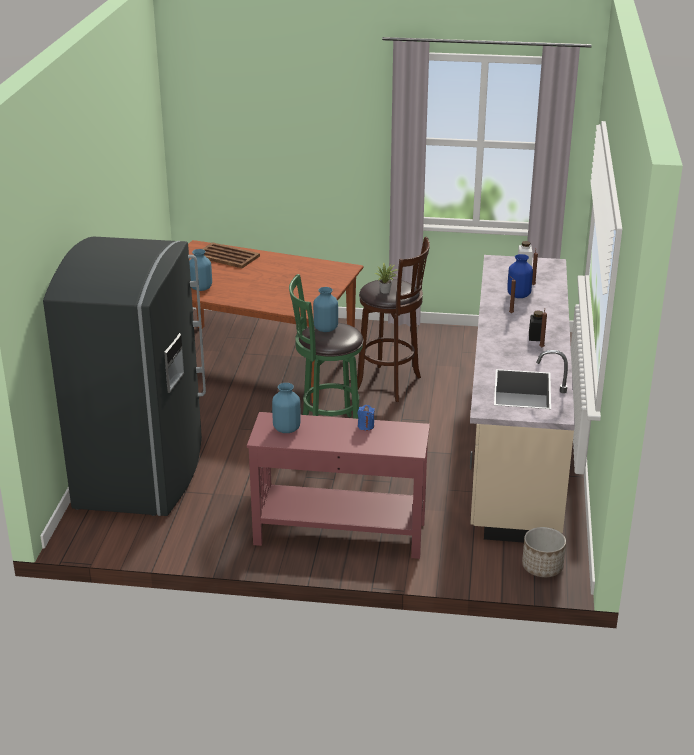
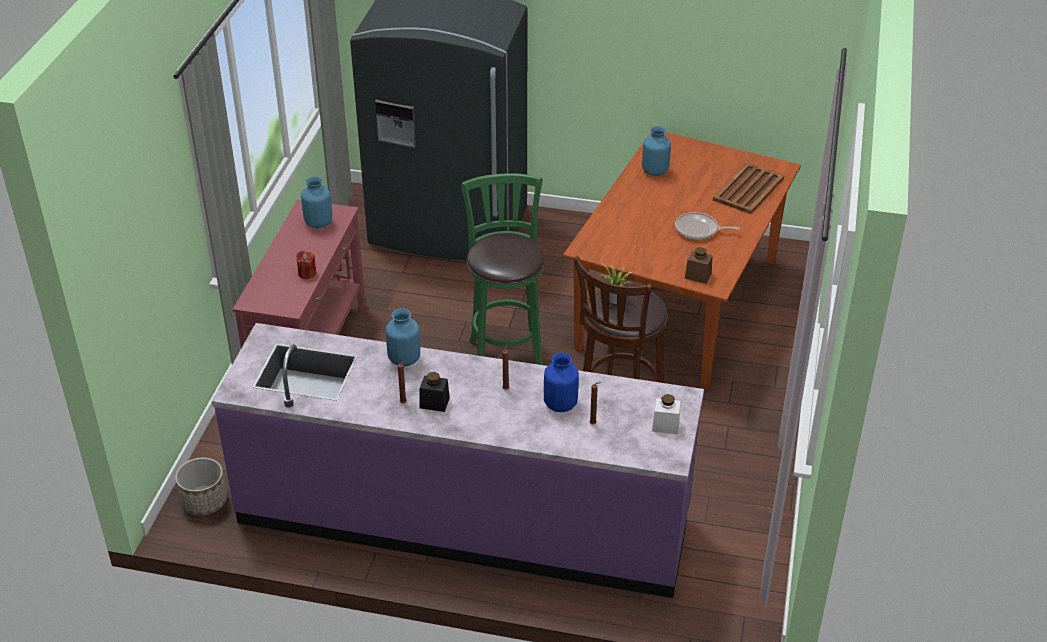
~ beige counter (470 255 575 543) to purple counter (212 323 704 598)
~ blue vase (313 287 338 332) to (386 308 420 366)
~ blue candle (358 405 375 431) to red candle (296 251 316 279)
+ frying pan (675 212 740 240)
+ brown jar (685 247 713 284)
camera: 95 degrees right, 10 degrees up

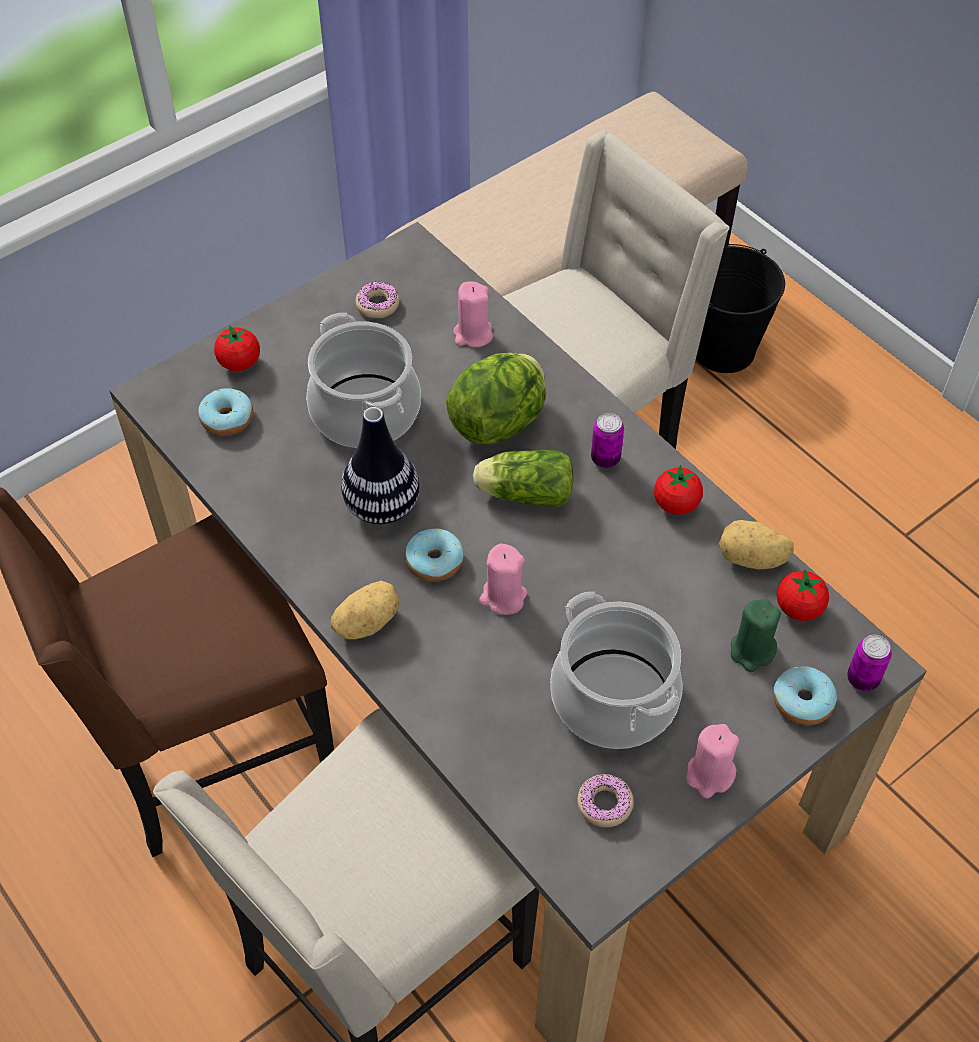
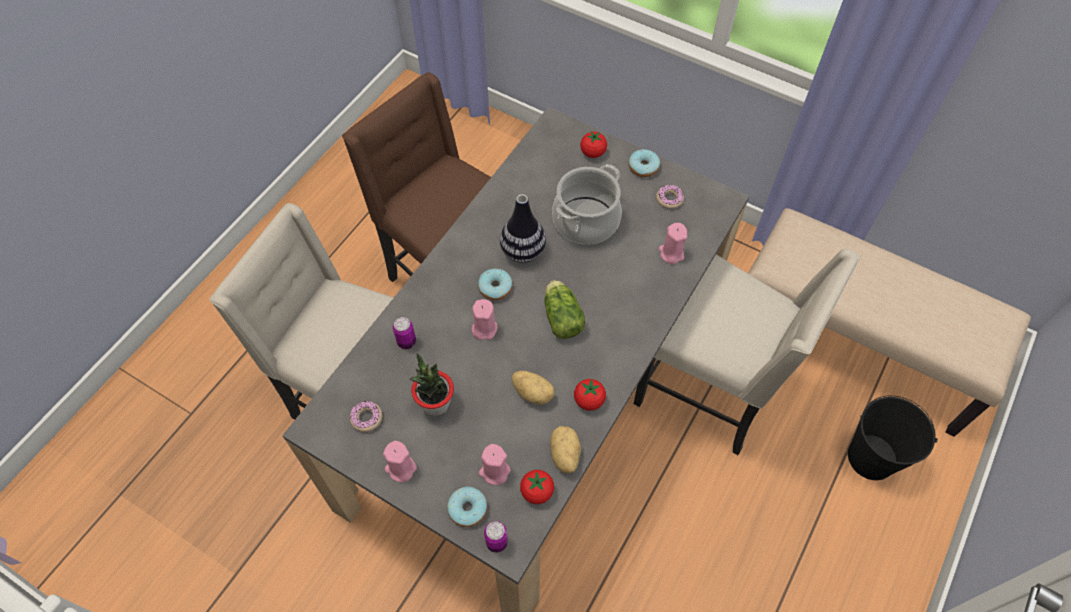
- lettuce (446 353 546 444)
~ donut (198 388 253 436) to (629 149 660 177)
~ can (591 413 624 468) to (393 317 416 349)
~ potato (331 581 399 639) to (512 371 555 405)
~ cooking pot (550 592 683 749) to potted plant (410 353 454 416)
~ green candle (731 599 781 672) to pink candle (479 444 511 485)
camera: 70 degrees right, 5 degrees up

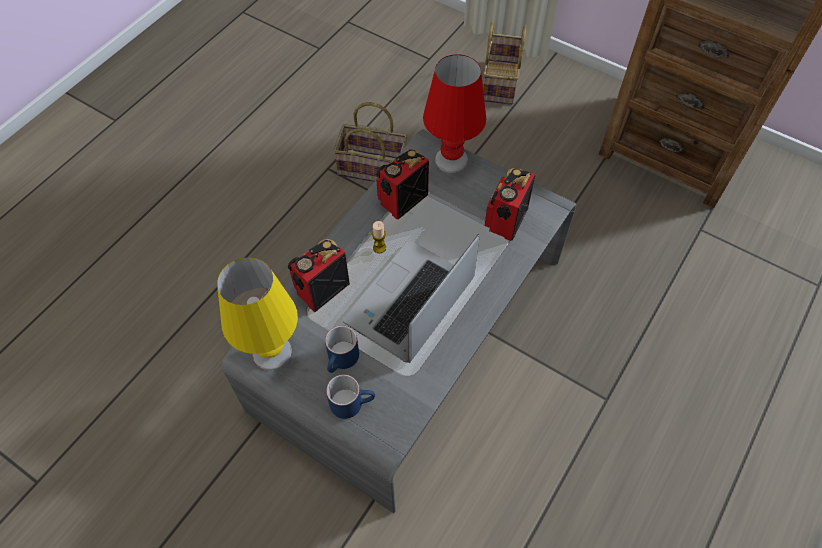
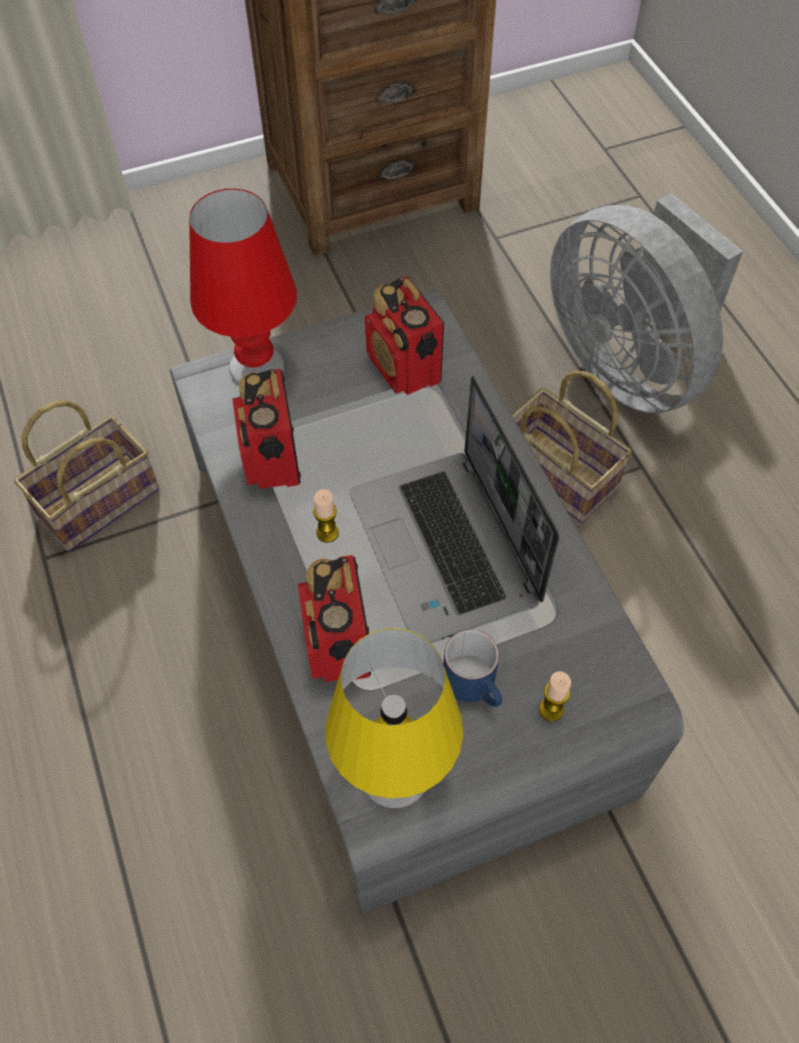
~ basket (483 22 527 105) to (511 371 632 523)
~ blue mug (326 374 375 419) to candle (539 671 571 721)
+ grey fan (550 193 743 413)
camera: 55 degrees left, 0 degrees up

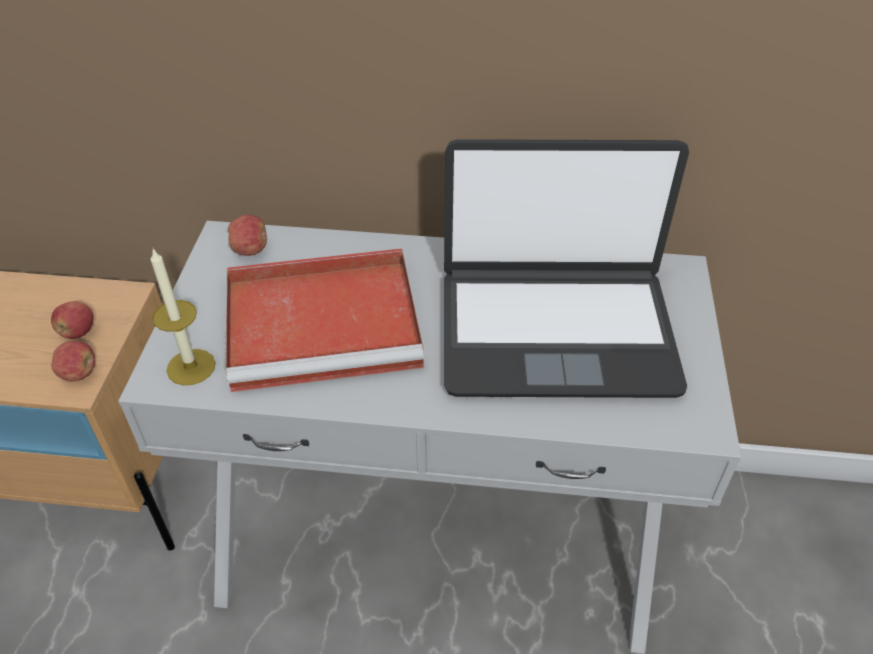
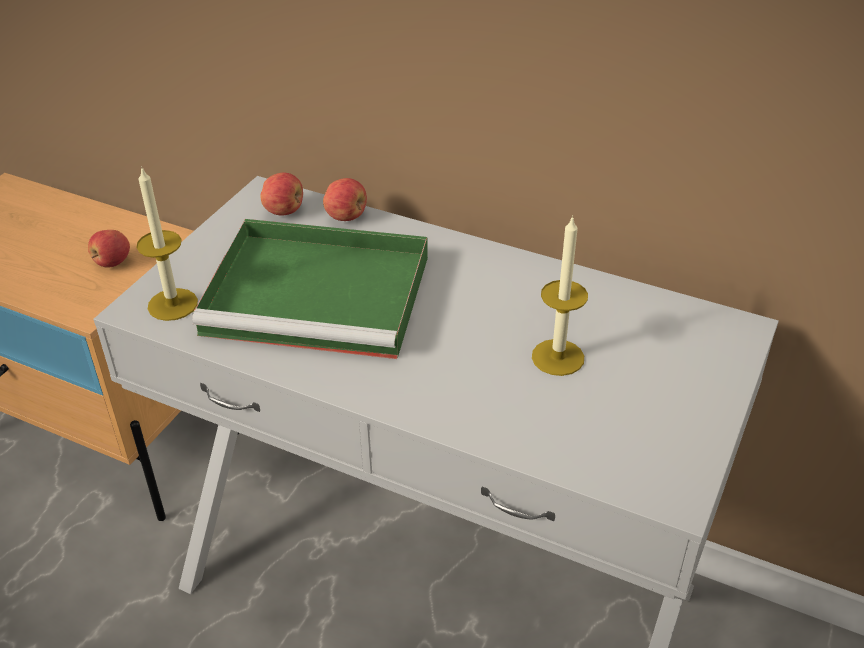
~ laptop (444 139 689 398) to candle (532 215 588 376)
~ red tray (225 249 424 392) to green tray (192 219 428 359)
~ apple (51 341 95 382) to (323 178 367 221)
camera: 20 degrees right, 5 degrees down

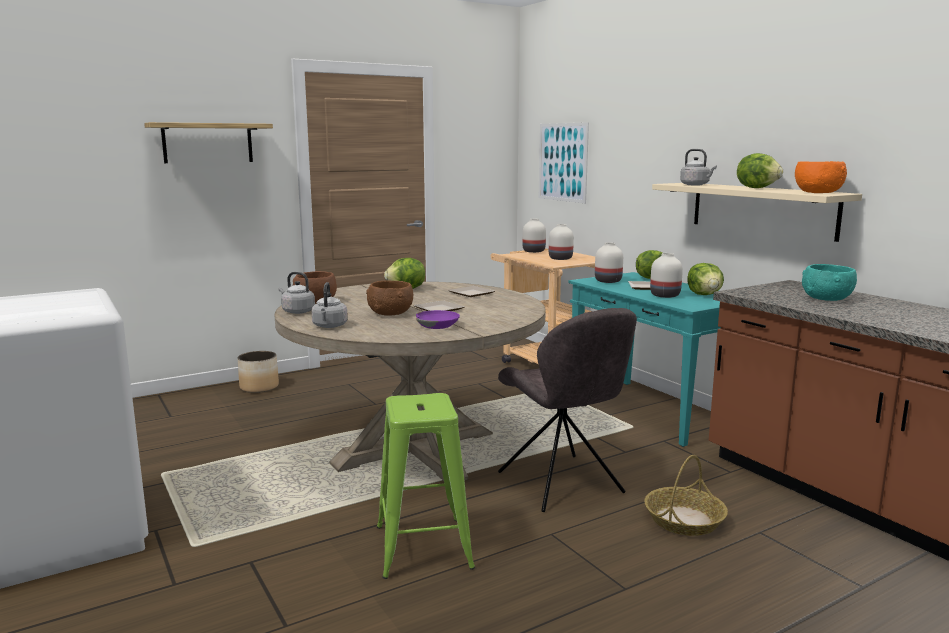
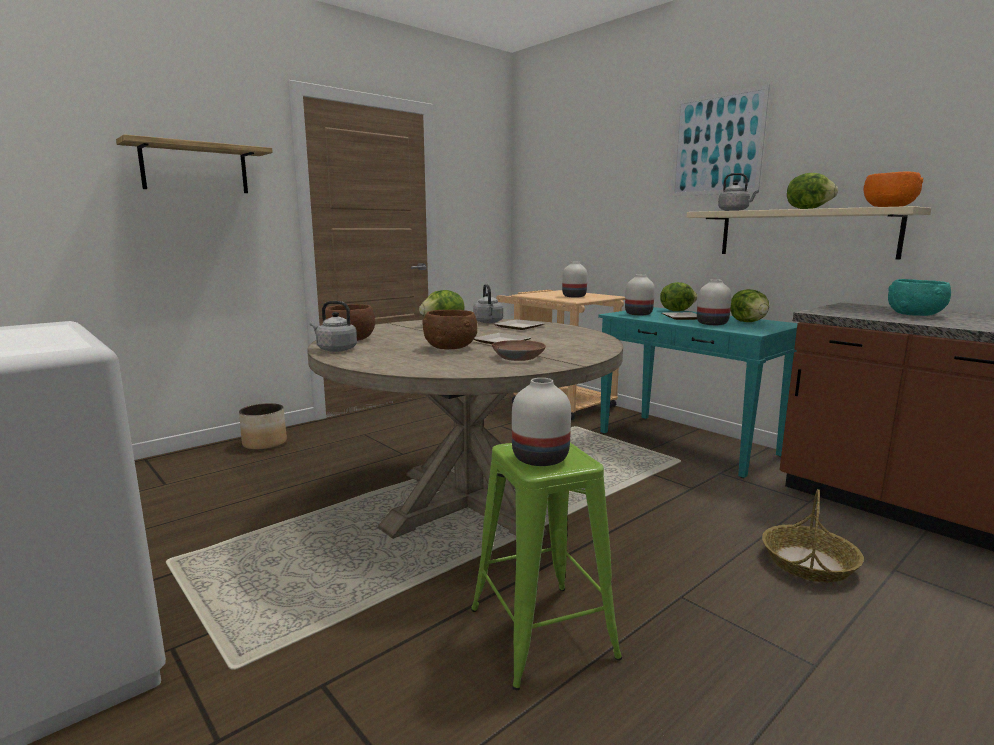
~ picture (539 122 589 203) to (671 84 770 196)
~ white vase (522 219 546 253) to (512 378 571 466)
~ grey kettle (312 282 348 328) to (473 284 503 323)
- grey chair (498 308 637 512)
~ purple bowl (416 310 460 329) to brown bowl (492 340 546 361)
camera: 10 degrees left, 0 degrees up

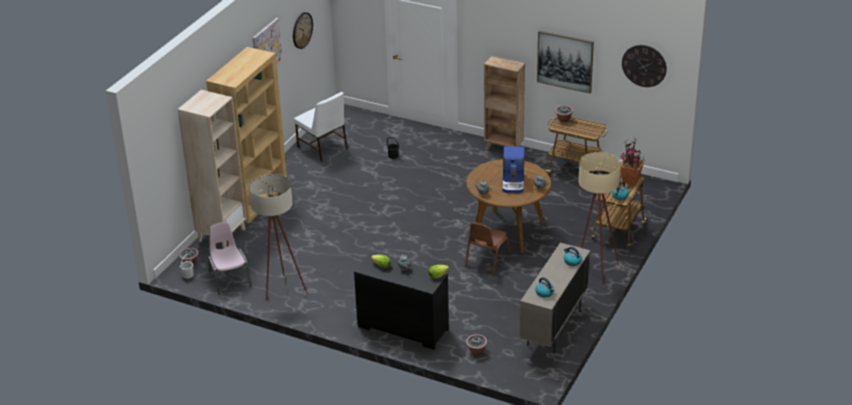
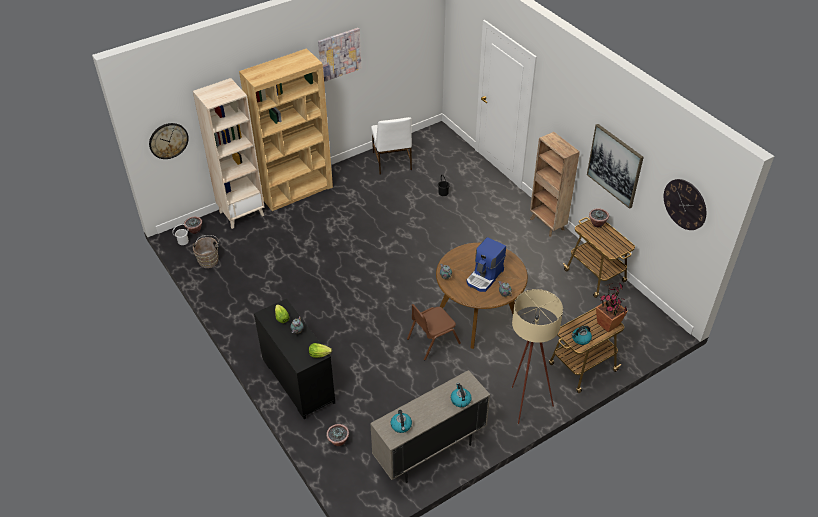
~ wall clock (293 12 313 49) to (149 123 189 159)
- beige floor lamp (249 174 307 301)
~ pink chair (208 222 252 295) to brown bucket (193 235 219 268)
camera: 30 degrees right, 10 degrees up

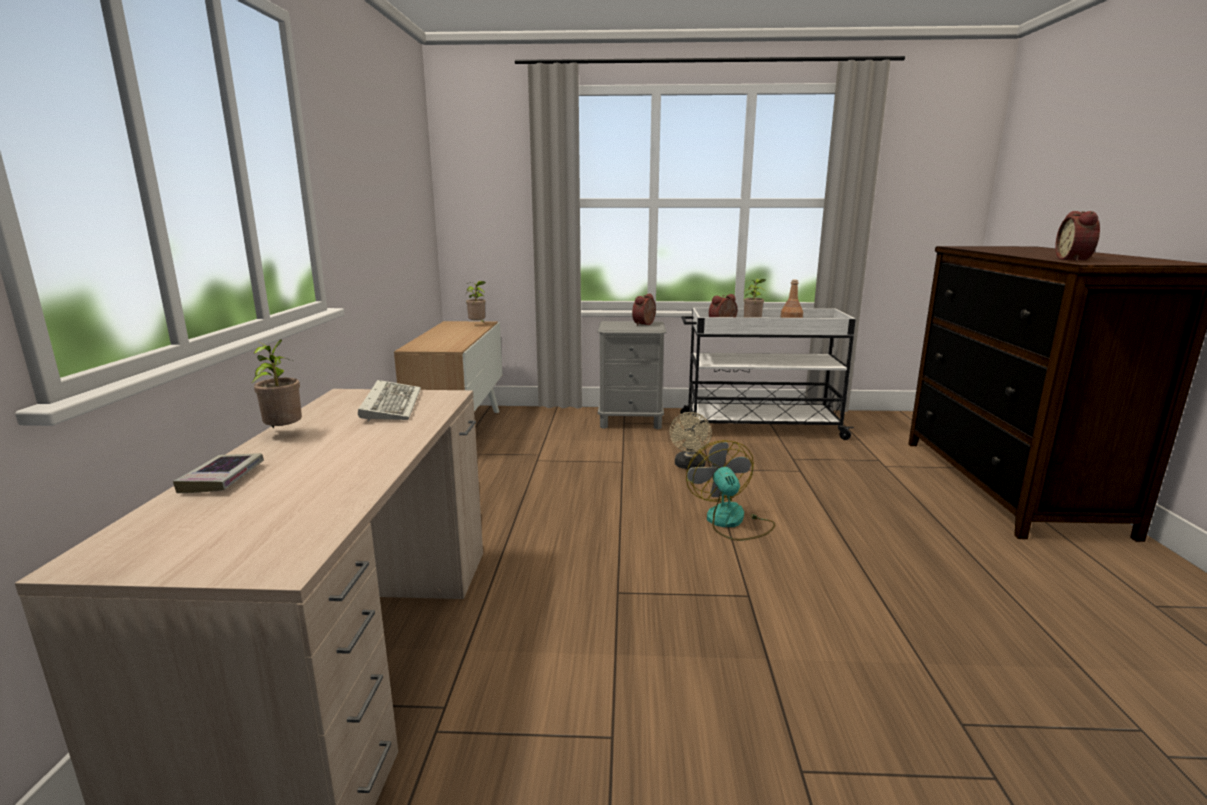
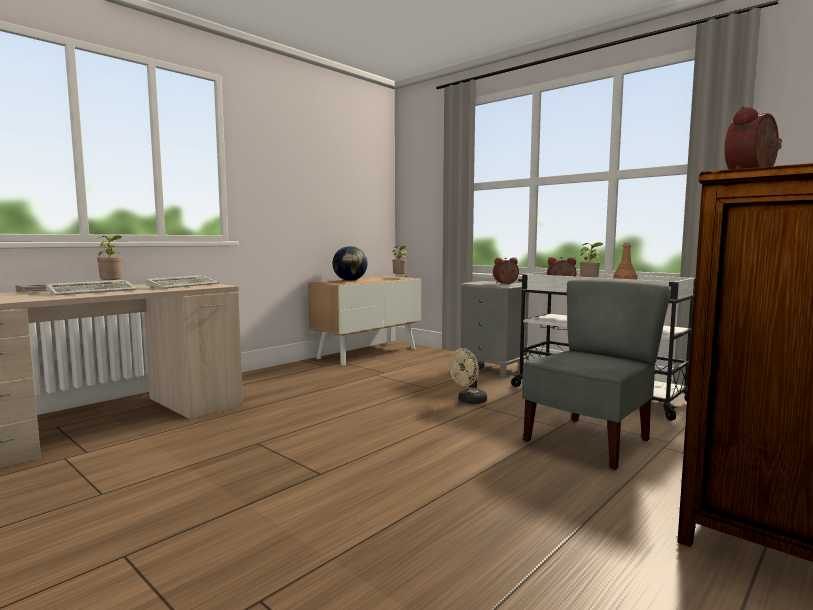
- fan (686 440 775 541)
+ globe (332 246 367 281)
+ keyboard (46 280 137 296)
+ grey chair (522 280 671 470)
camera: 40 degrees right, 10 degrees down

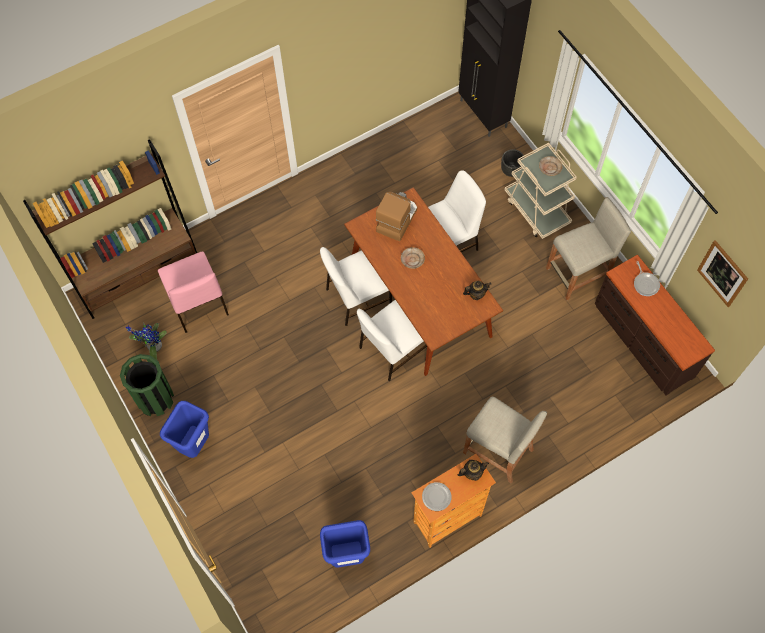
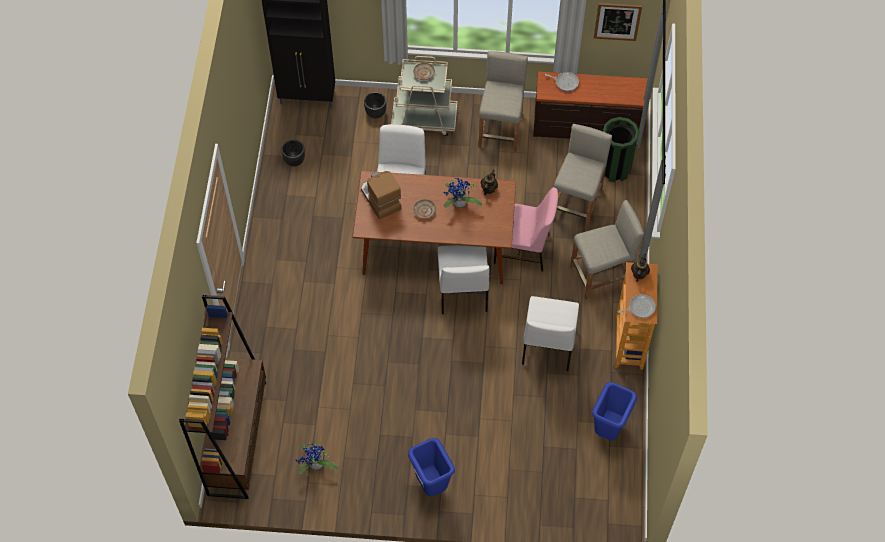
~ white chair (320 247 392 326) to (522 296 579 371)
~ pink chair (158 251 229 333) to (494 187 558 271)
~ green trash can (120 354 174 416) to (603 117 640 182)
~ plate (422 482 452 511) to frying pan (618 294 656 318)
+ beige stool (554 124 612 229)
+ black planter (281 139 305 166)
+ potted plant (444 178 482 208)
camera: 55 degrees left, 5 degrees down

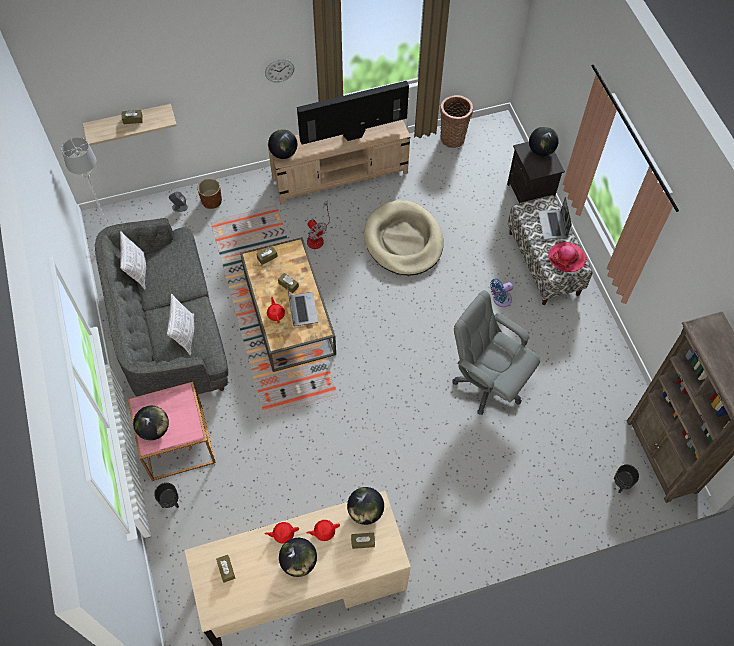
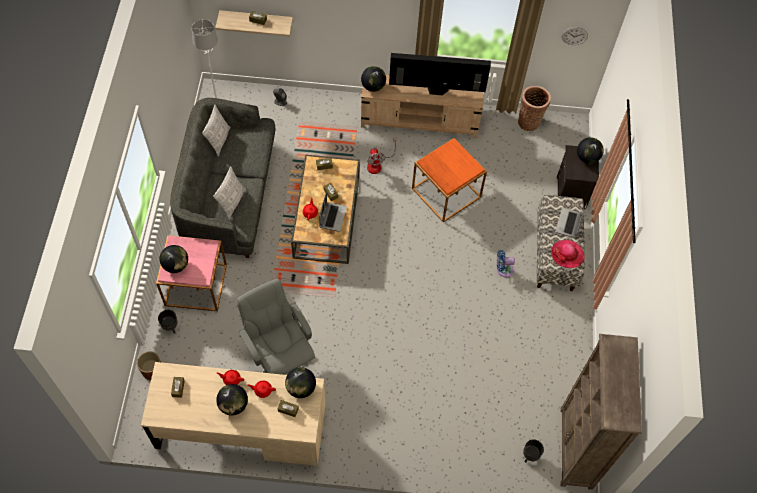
~ wall clock (265 59 294 82) to (561 27 588 45)
~ brown planter (197 178 222 209) to (137 351 161 380)
~ beige dog bed (364 200 443 276) to orange side table (412 138 487 222)
~ grey office chair (452 290 540 415) to (237 279 315 375)
camera: 20 degrees right, 0 degrees up

